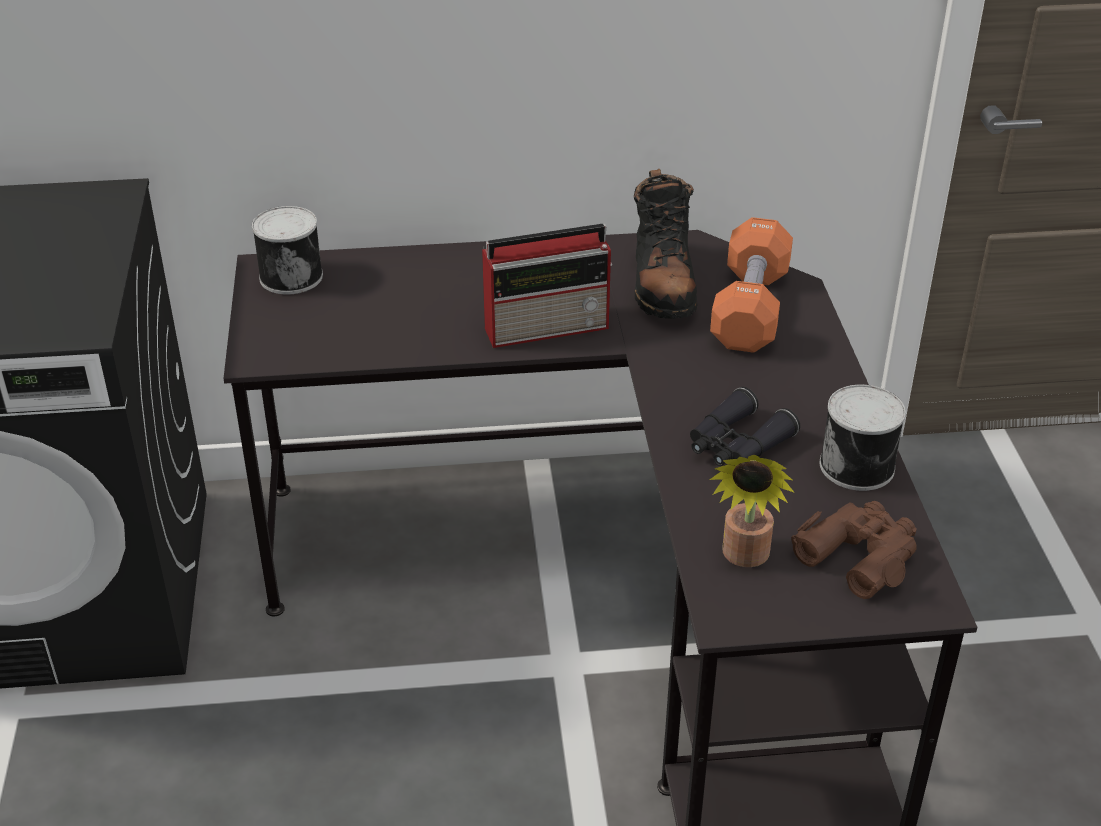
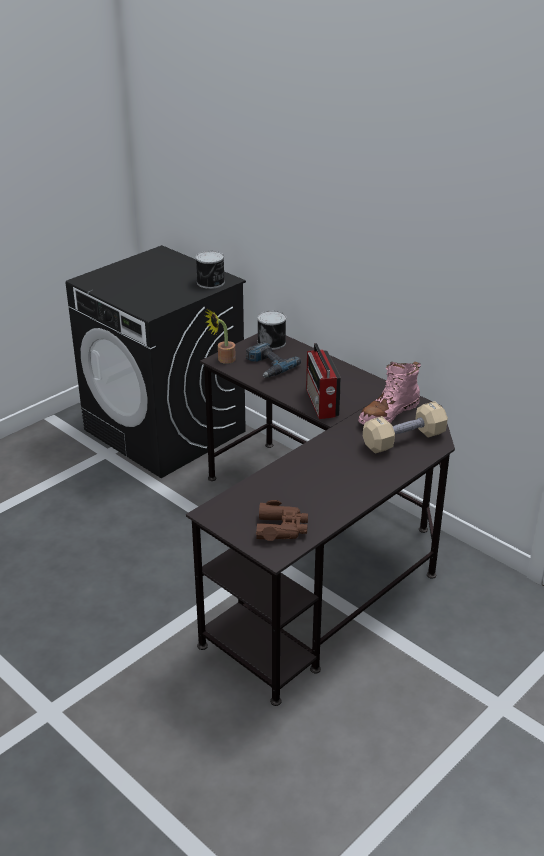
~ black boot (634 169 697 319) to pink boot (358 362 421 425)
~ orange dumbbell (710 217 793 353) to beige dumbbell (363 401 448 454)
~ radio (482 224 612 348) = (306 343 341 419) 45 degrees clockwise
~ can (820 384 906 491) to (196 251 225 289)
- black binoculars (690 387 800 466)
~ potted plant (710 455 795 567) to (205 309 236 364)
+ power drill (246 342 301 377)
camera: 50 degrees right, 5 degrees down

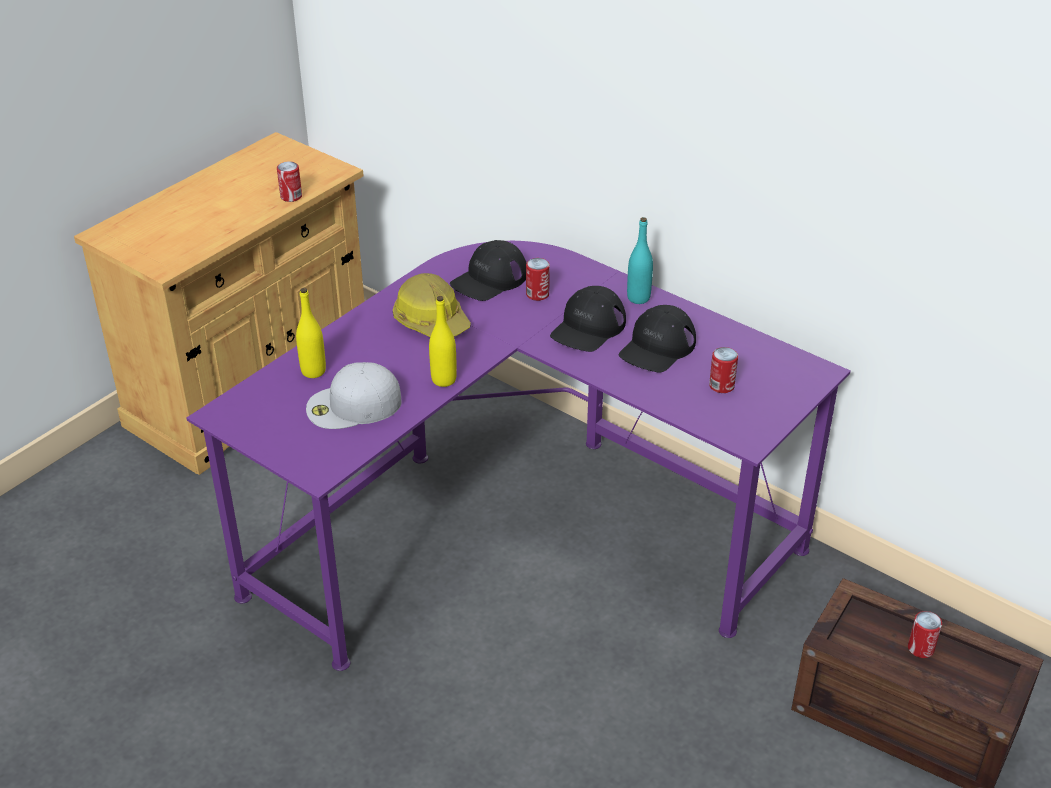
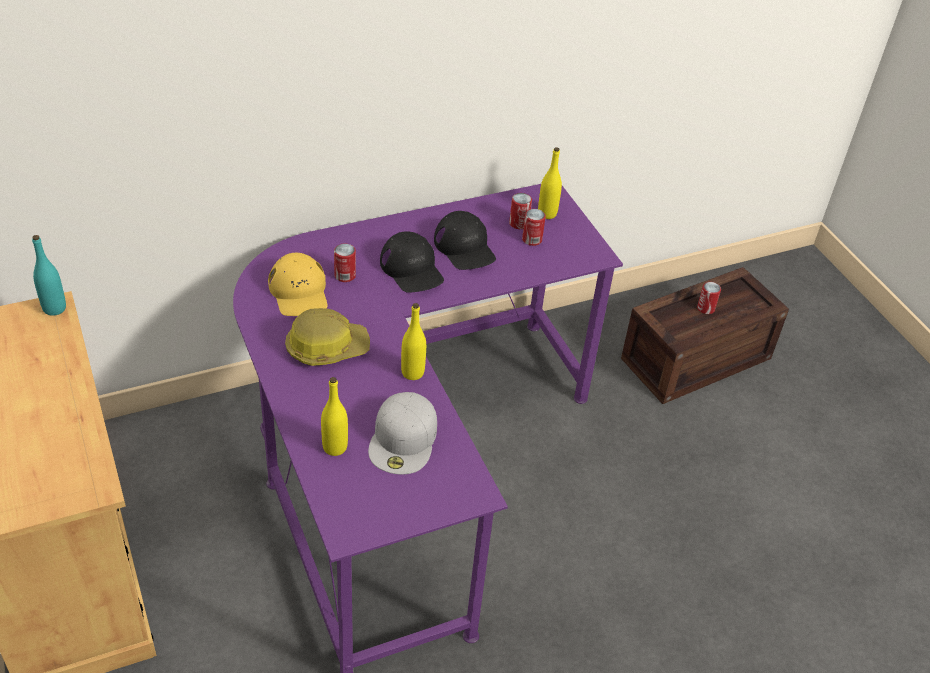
~ can (277 161 302 202) to (509 193 532 229)
~ turquoise bottle (627 217 653 304) to (32 235 66 316)
~ black cap (450 240 526 301) to yellow cap (268 253 328 316)
+ yellow bottle (538 147 562 219)
camera: 65 degrees left, 5 degrees up

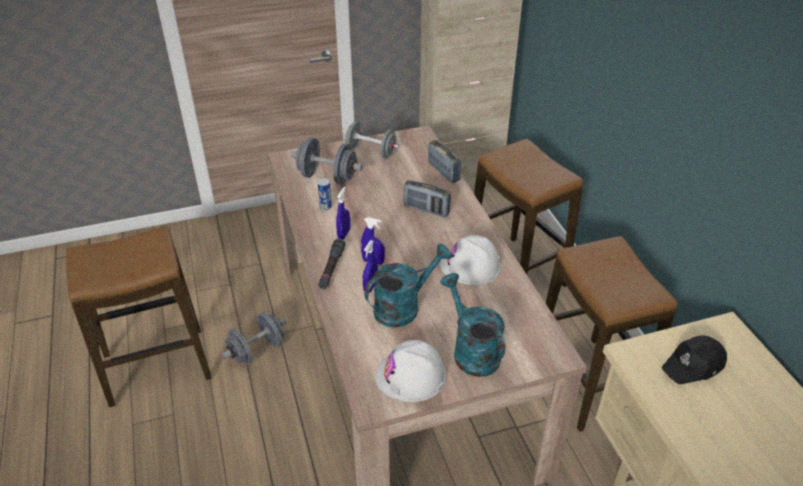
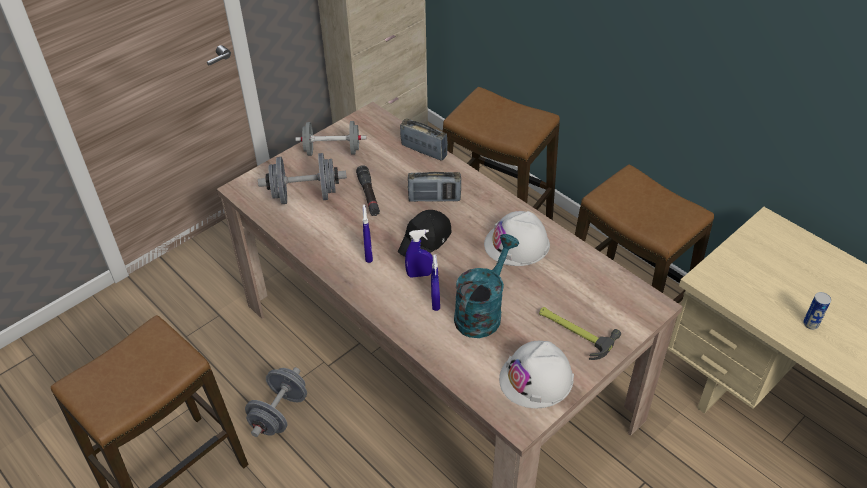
~ can (318 178 332 210) to (803 292 831 329)
~ black flashlight (318 238 346 289) to (356 165 380 216)
~ turquoise watering can (440 273 505 377) to hammer (539 307 621 360)
~ black cap (662 336 727 384) to (398 210 451 257)
camera: 25 degrees left, 5 degrees up

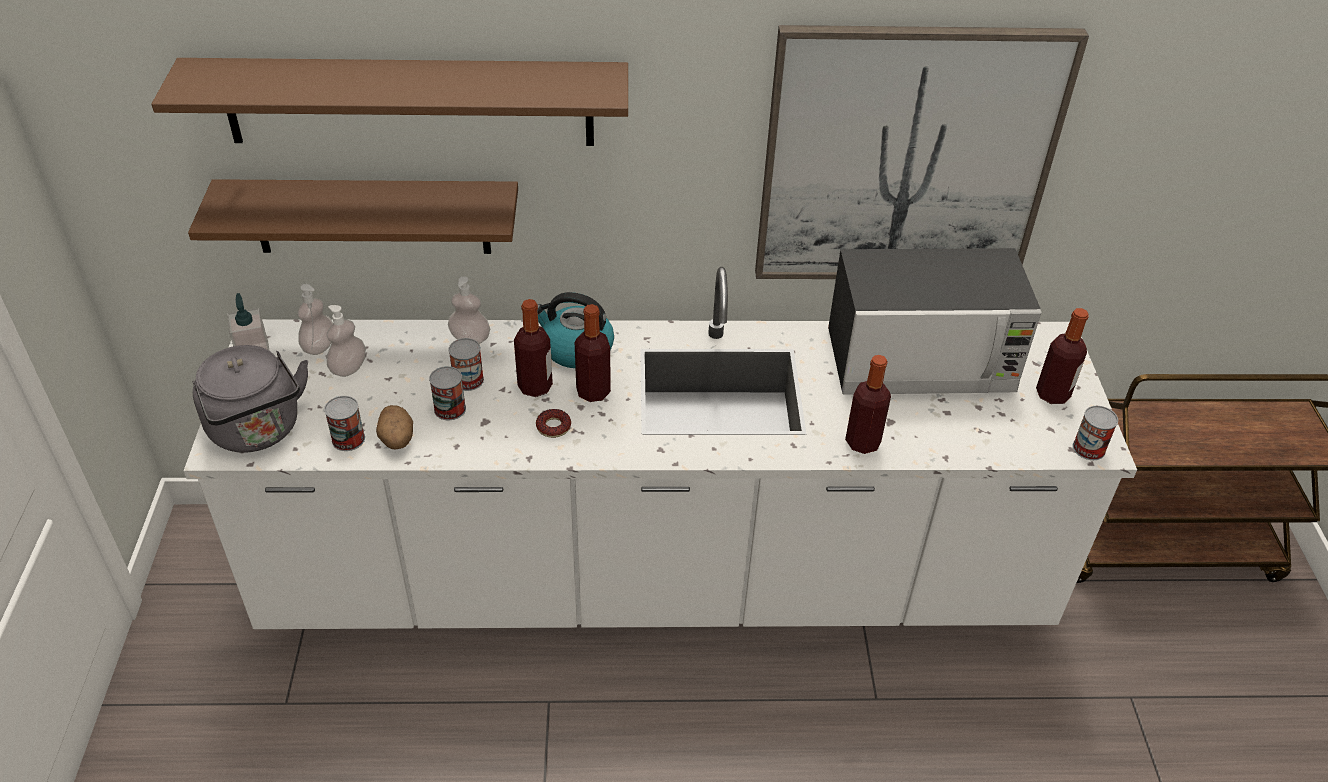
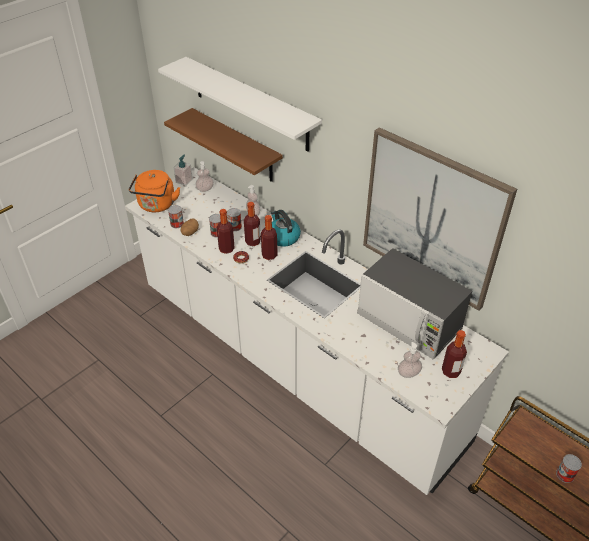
~ brown shelf (151 58 628 146) to white shelf (158 57 322 152)
~ soap dispenser (327 305 366 377) to (398 342 422 378)
~ grey kettle (192 345 308 452) to orange kettle (129 170 180 212)
~ bottle (845 355 891 454) to (217 209 235 254)
~ can (1073 406 1118 460) to (556 454 582 483)
camera: 45 degrees right, 0 degrees up

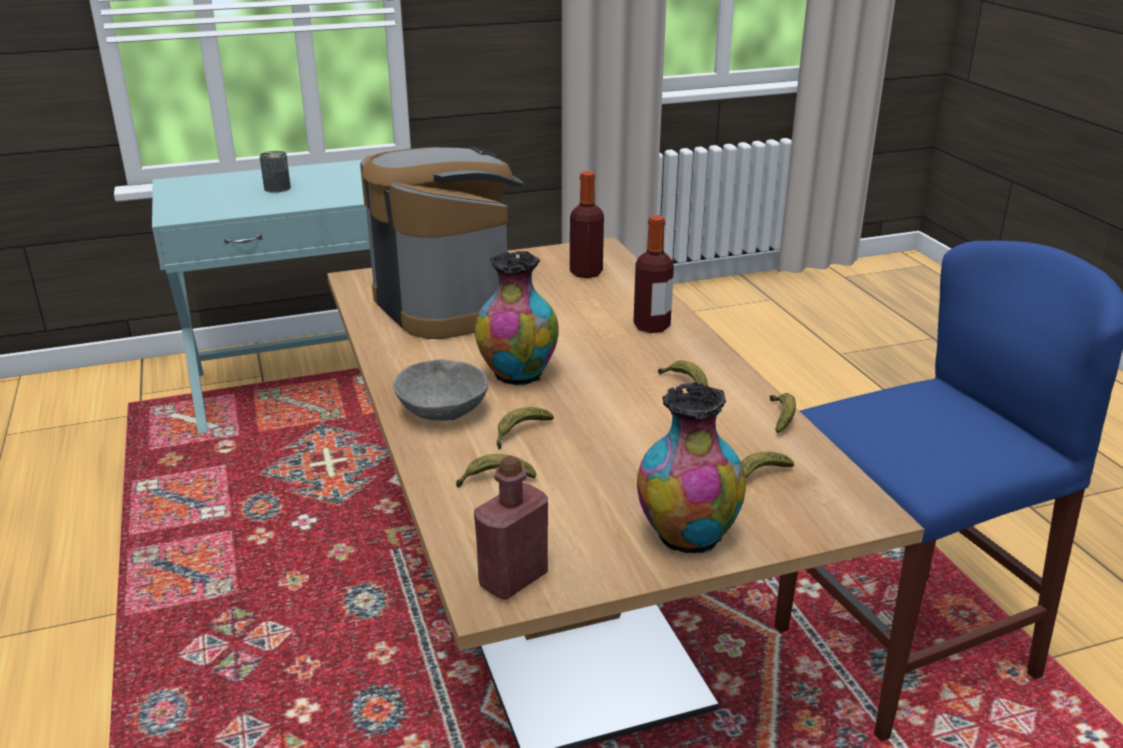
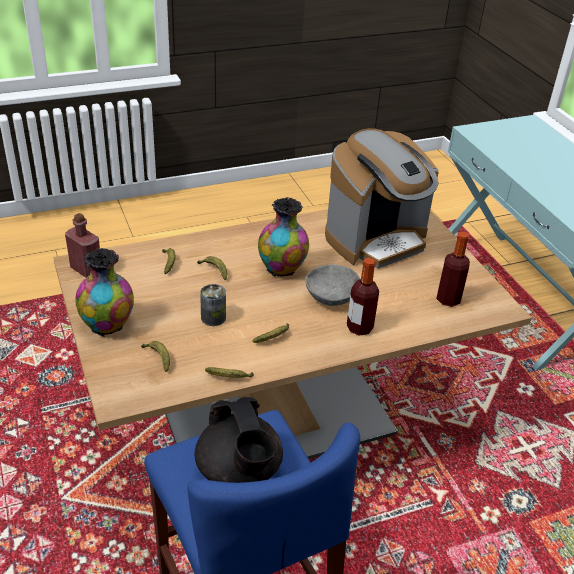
~ can (259 151 291 193) to (200 284 226 326)
~ grey bowl (393 359 488 421) to (305 264 361 306)
+ black teapot (195 397 283 483)
camera: 85 degrees right, 10 degrees up

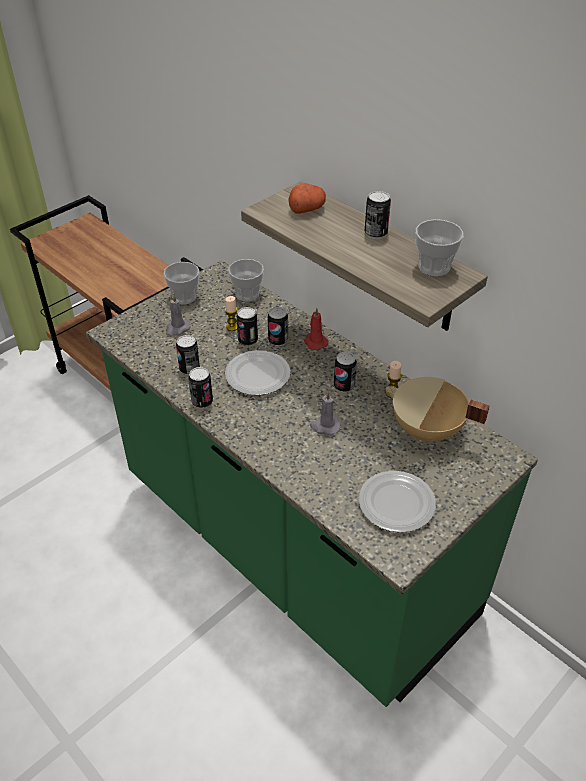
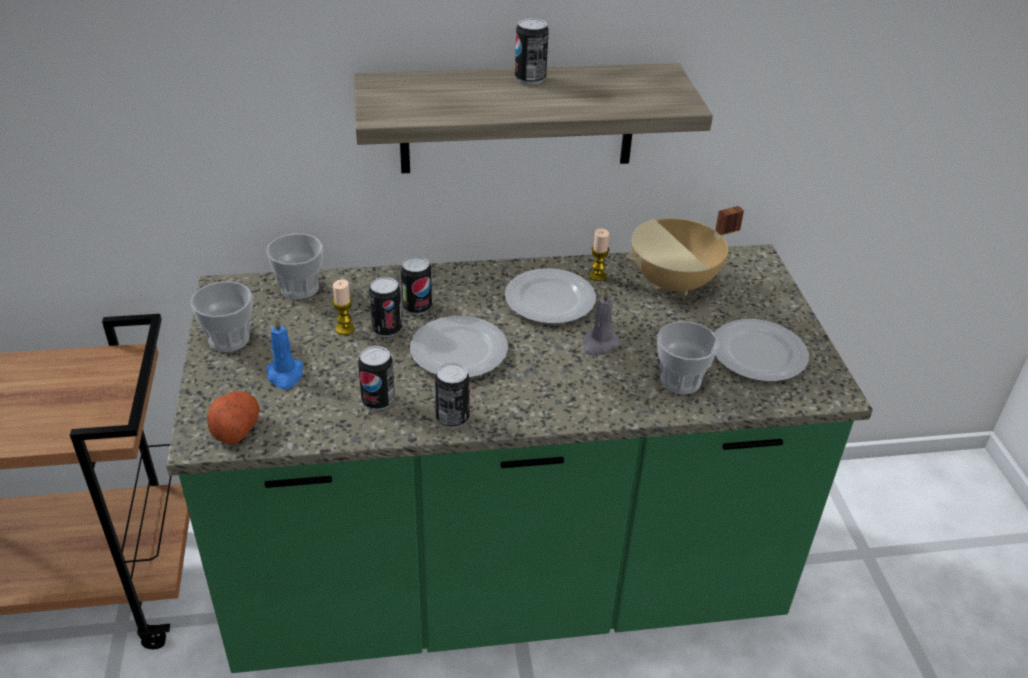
~ potato (288 183 326 214) to (207 391 260 444)
~ cup (416 219 463 276) to (657 321 719 394)
~ grey candle (166 293 190 336) to blue candle (266 317 303 390)
- red candle (304 308 328 350)
~ can (334 352 357 392) to plate (505 268 596 324)
camera: 55 degrees left, 5 degrees down

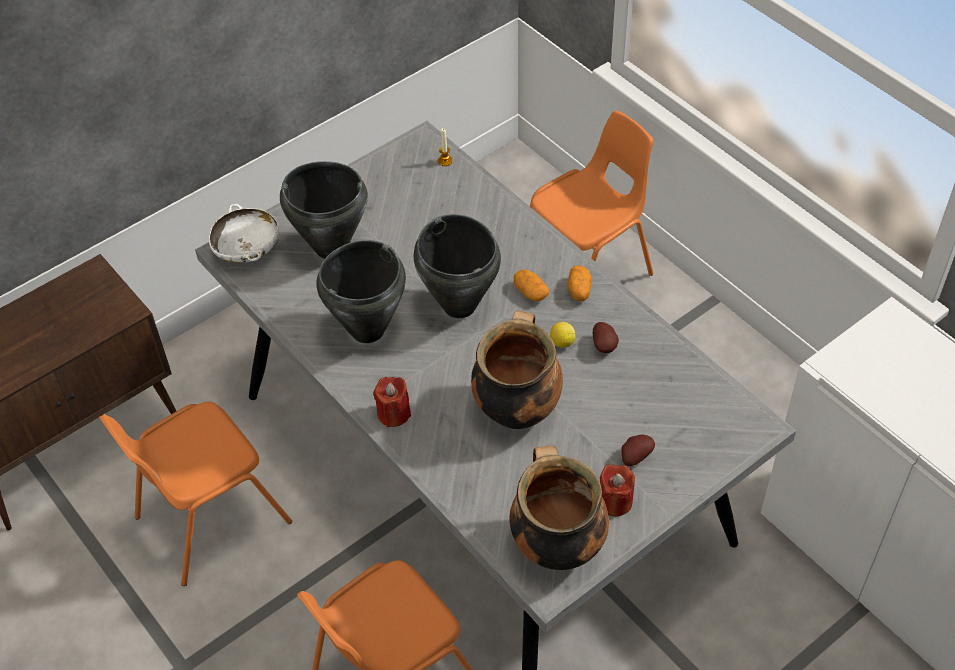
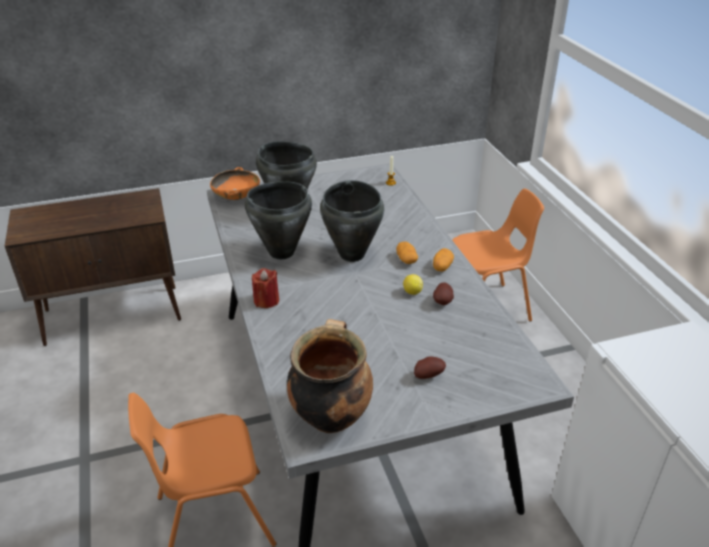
~ white bowl (209 204 279 263) to orange bowl (210 167 260 200)
- cooking pot (471 311 563 429)
- orange chair (100 401 292 586)
- red candle (600 464 635 517)
camera: 20 degrees right, 15 degrees down

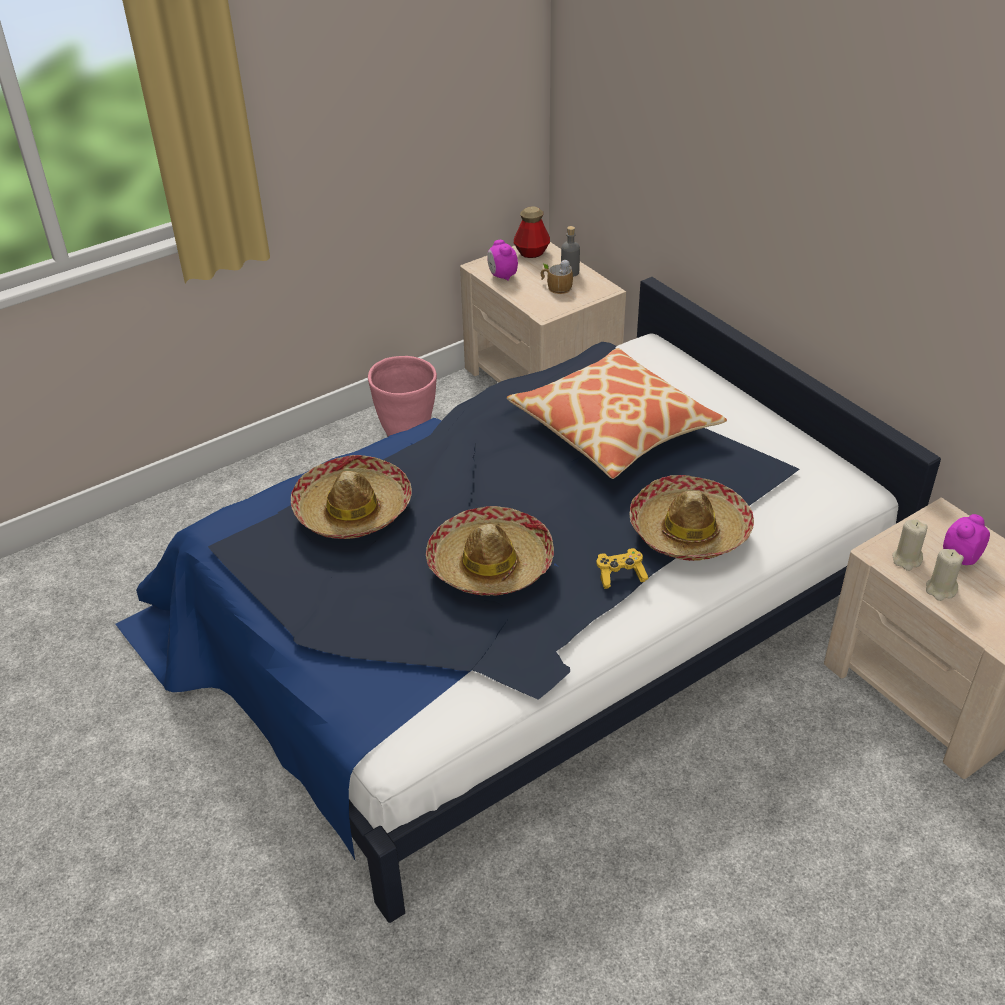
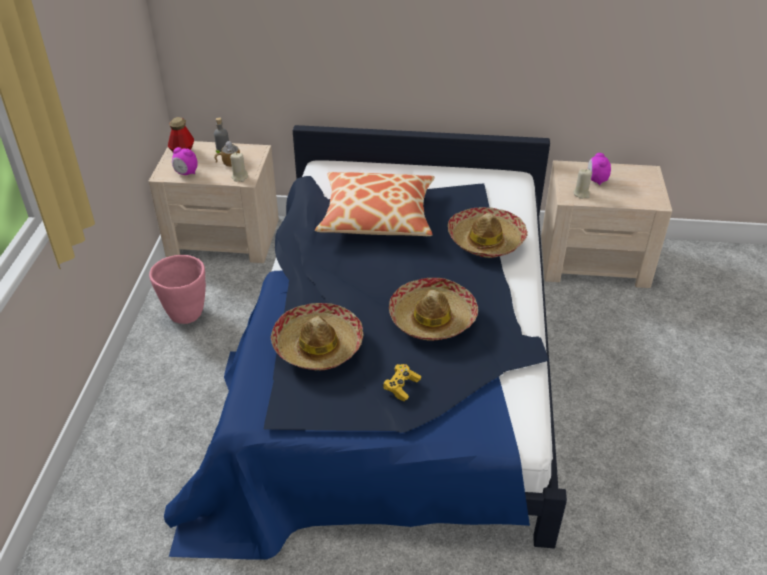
~ yellow game controller (596 548 648 589) to (383 364 421 401)
~ beige candle (926 549 964 601) to (230 153 248 182)
camera: 50 degrees left, 0 degrees up

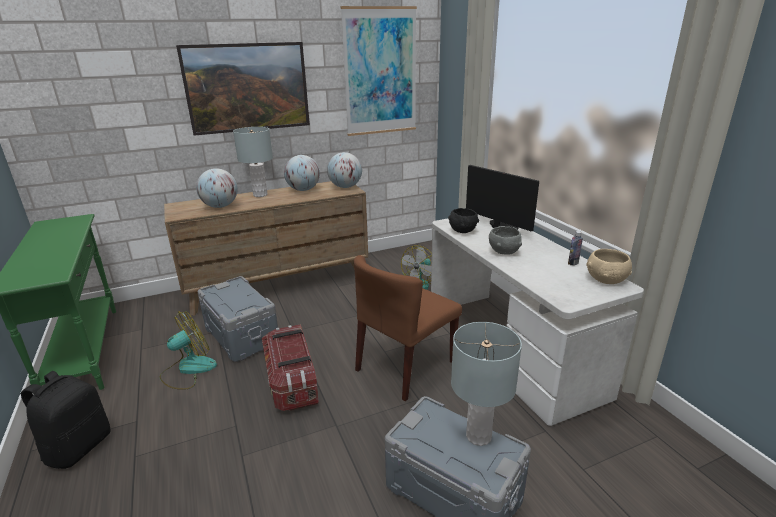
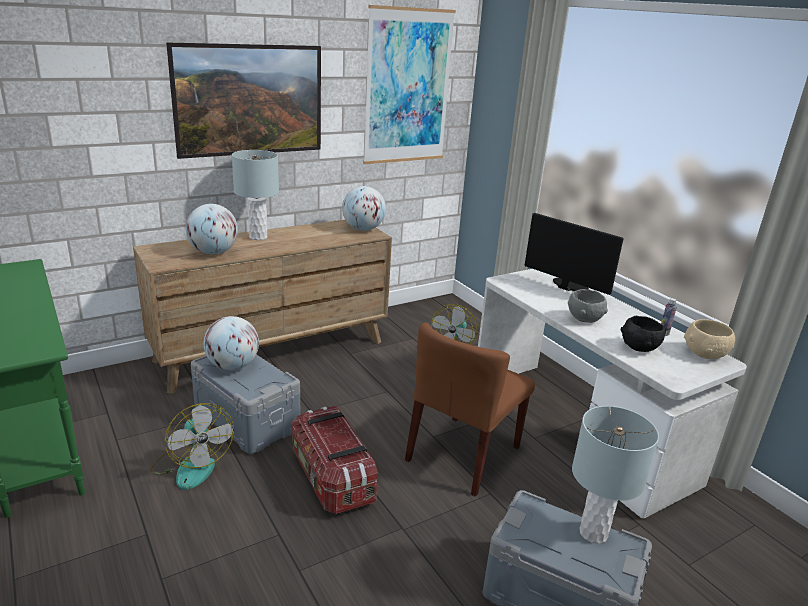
~ globe (284 155 320 191) to (204 316 259 370)
~ black bowl (448 208 479 233) to (621 316 665 352)
~ fan (159 311 217 390) = (150 403 234 490) 105 degrees clockwise
- black backpack (21 371 110 469)
camera: 10 degrees left, 0 degrees up

